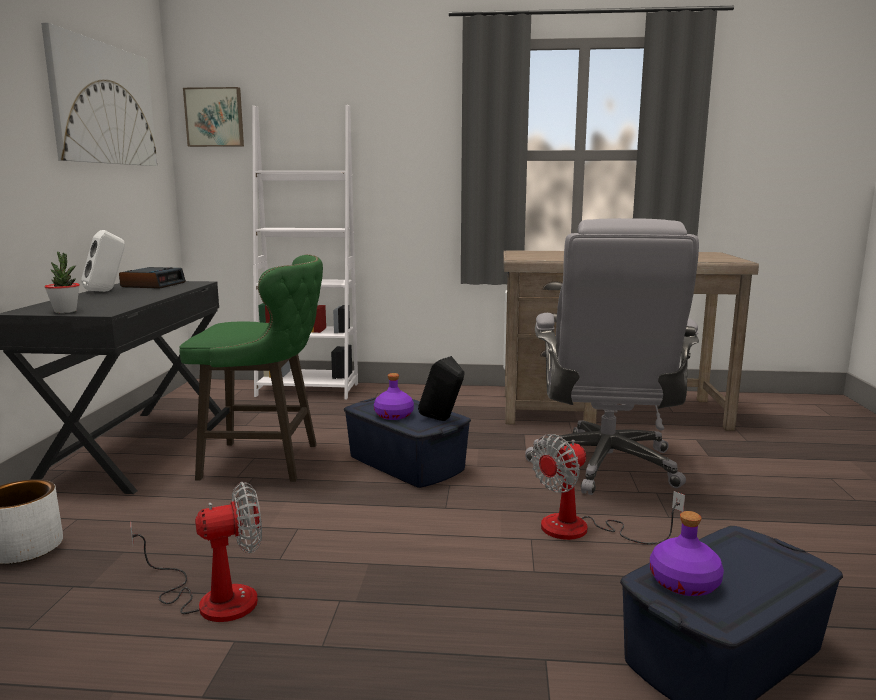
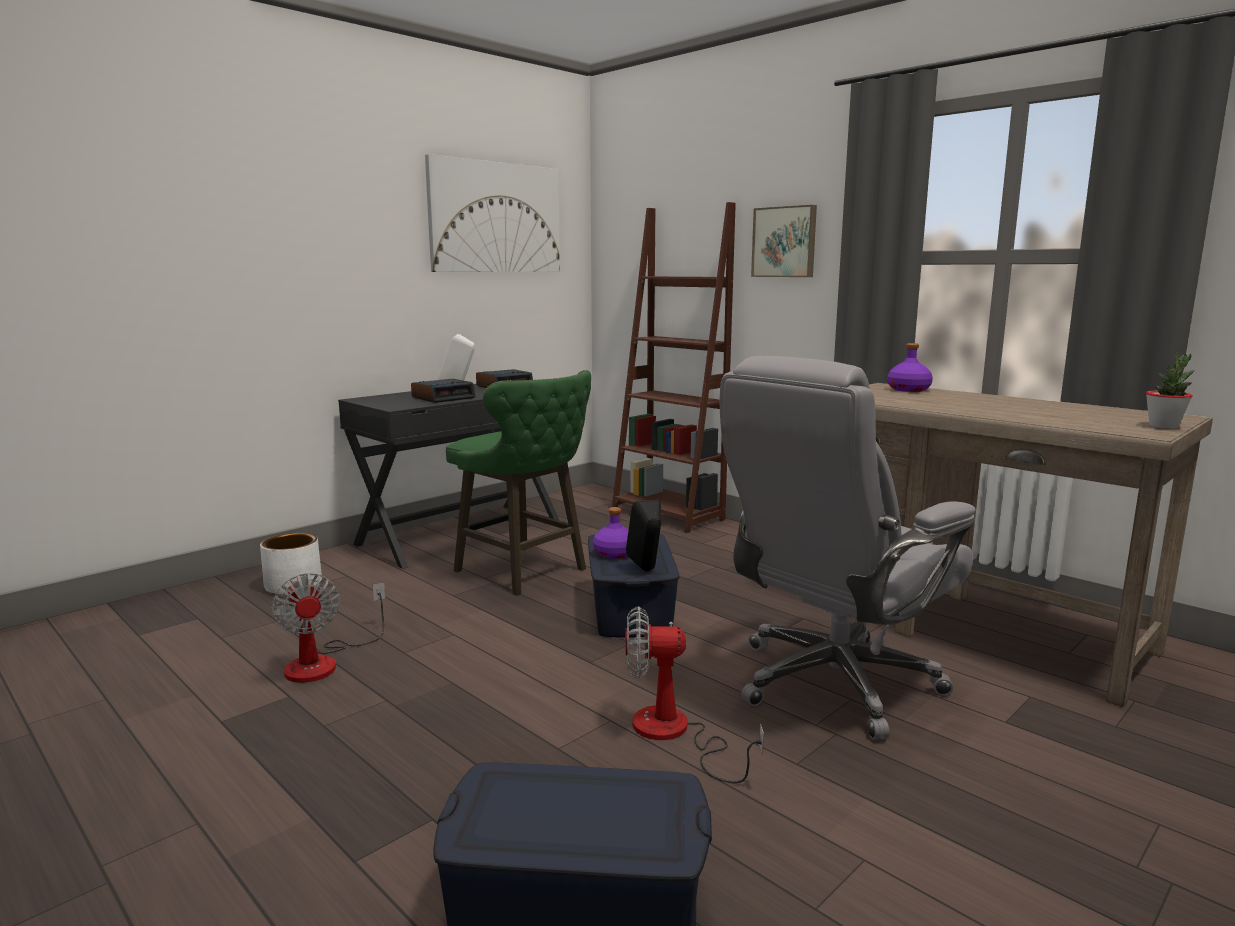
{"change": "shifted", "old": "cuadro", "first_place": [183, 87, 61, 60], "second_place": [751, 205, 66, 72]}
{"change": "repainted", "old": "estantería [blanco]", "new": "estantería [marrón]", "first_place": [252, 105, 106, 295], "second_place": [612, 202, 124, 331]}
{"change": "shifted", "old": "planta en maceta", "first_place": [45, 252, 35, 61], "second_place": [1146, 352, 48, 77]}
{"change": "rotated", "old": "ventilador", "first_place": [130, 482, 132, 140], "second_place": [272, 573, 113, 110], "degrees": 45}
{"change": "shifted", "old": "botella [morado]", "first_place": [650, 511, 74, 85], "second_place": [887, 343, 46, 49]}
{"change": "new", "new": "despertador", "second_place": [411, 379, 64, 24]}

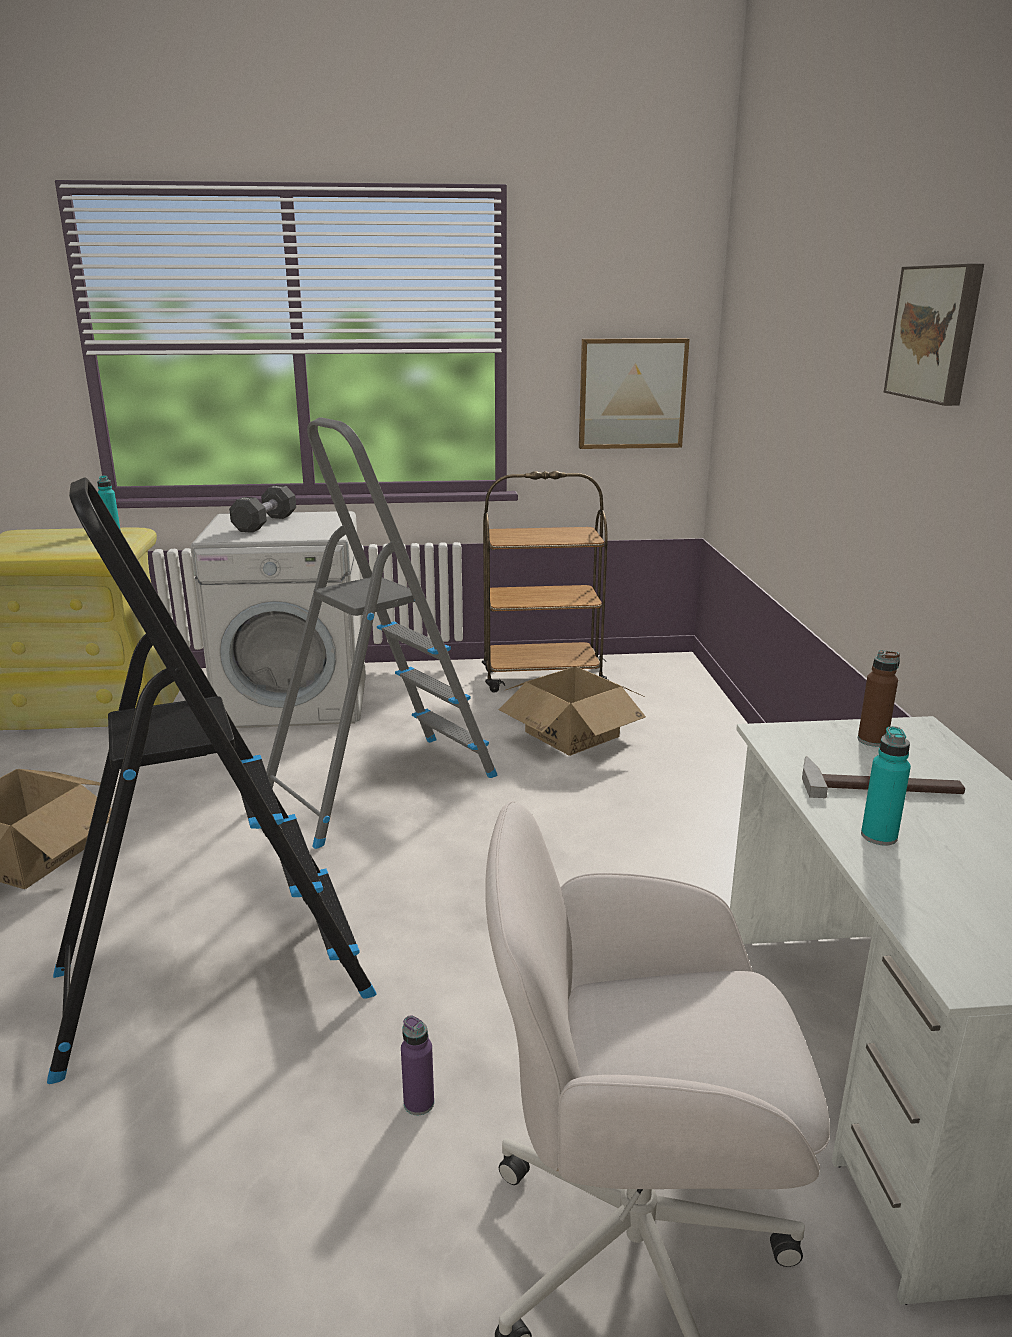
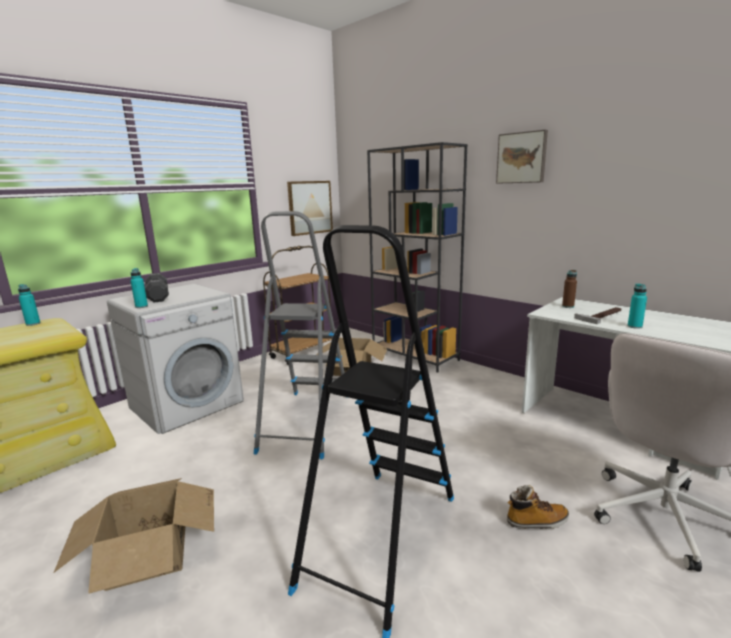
{"change": "swapped", "old": "botella [morado]", "new": "bota", "first_place": [401, 1015, 33, 100], "second_place": [507, 485, 62, 44]}
{"change": "new", "new": "estantería", "second_place": [367, 142, 100, 231]}
{"change": "new", "new": "botella [turquesa]", "second_place": [130, 268, 18, 40]}

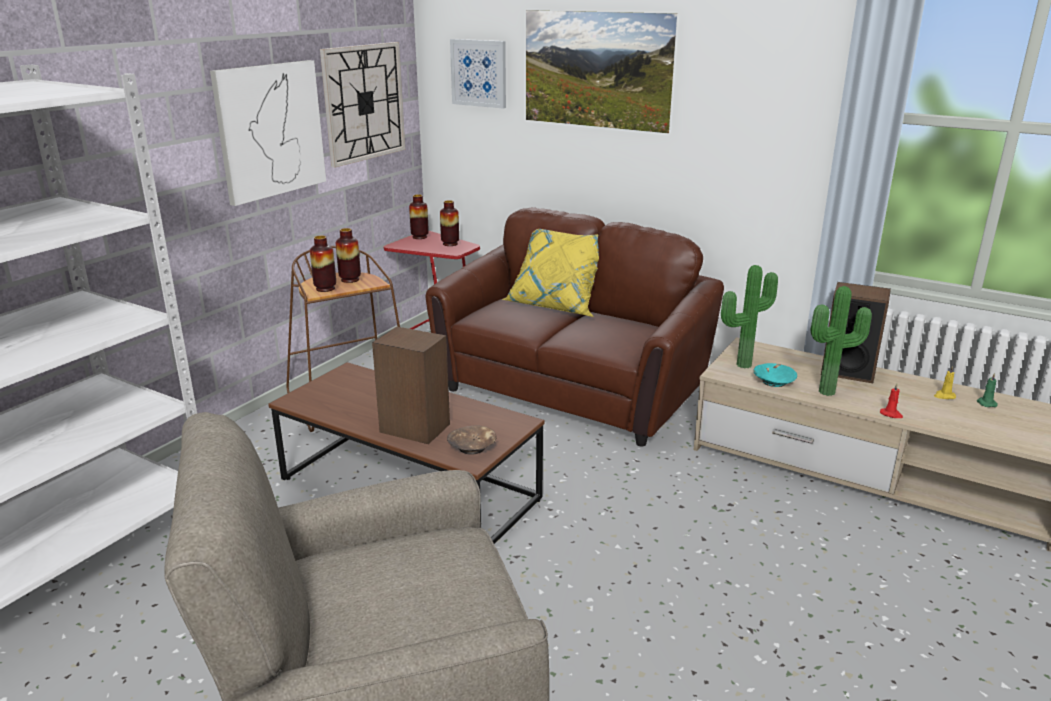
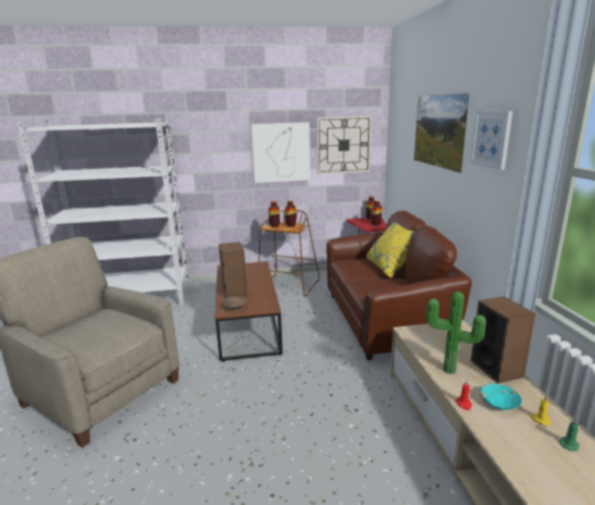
{"change": "shifted", "old": "cuadro", "first_place": [450, 39, 56, 70], "second_place": [470, 111, 43, 59]}
{"change": "gone", "old": "planta en maceta", "first_place": [721, 265, 57, 103]}
{"change": "shifted", "old": "cuenco [turquesa]", "first_place": [753, 363, 44, 24], "second_place": [480, 384, 42, 26]}

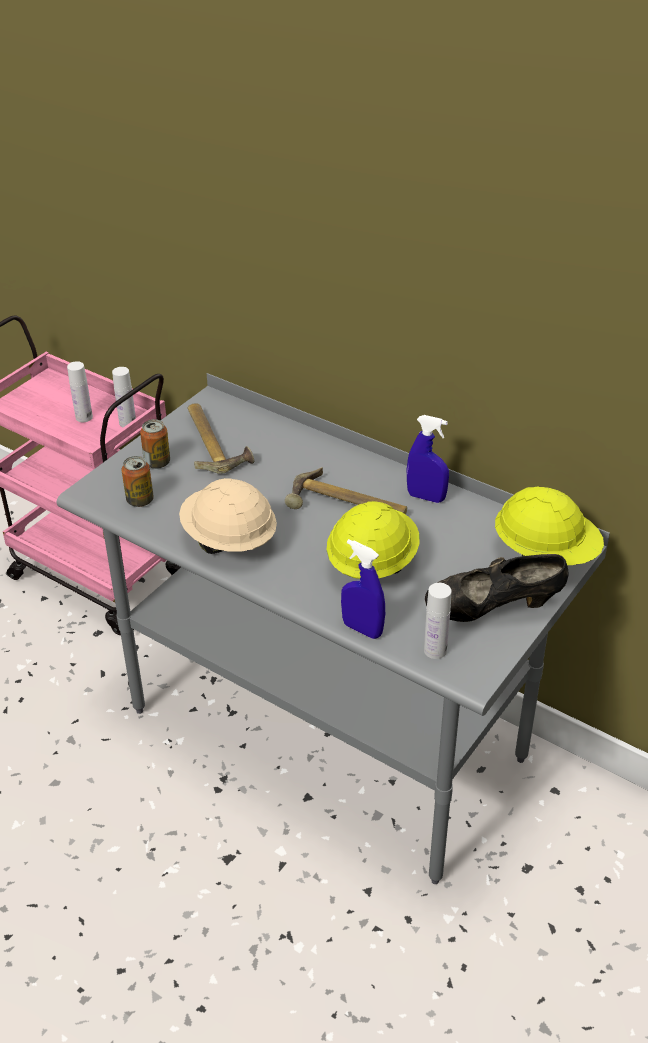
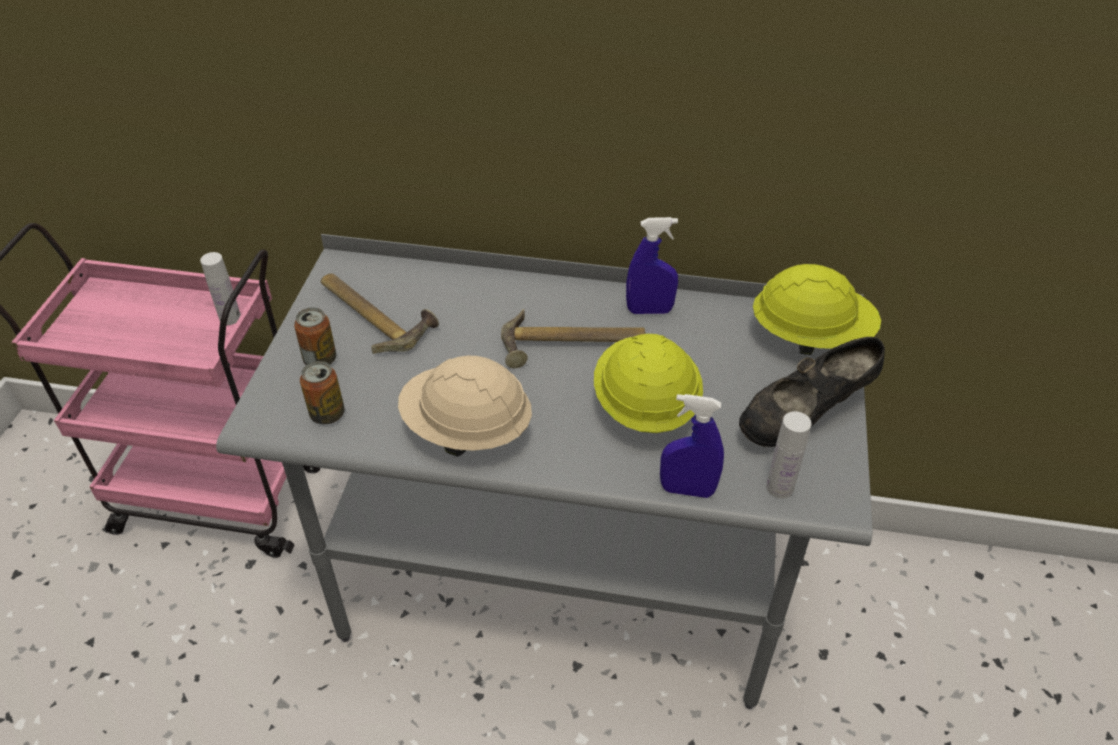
{"change": "gone", "old": "botella [blanco]", "first_place": [67, 361, 26, 61]}

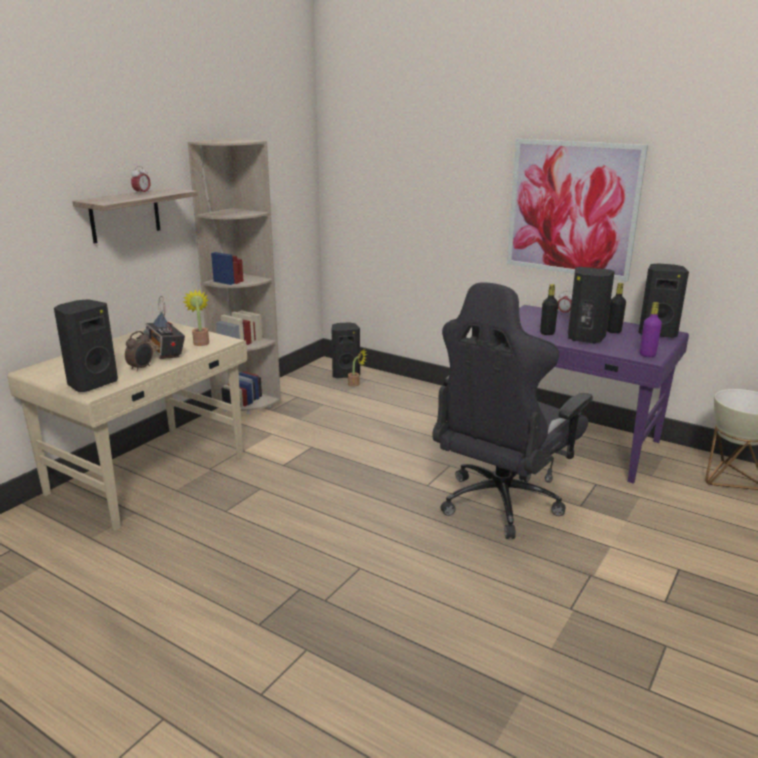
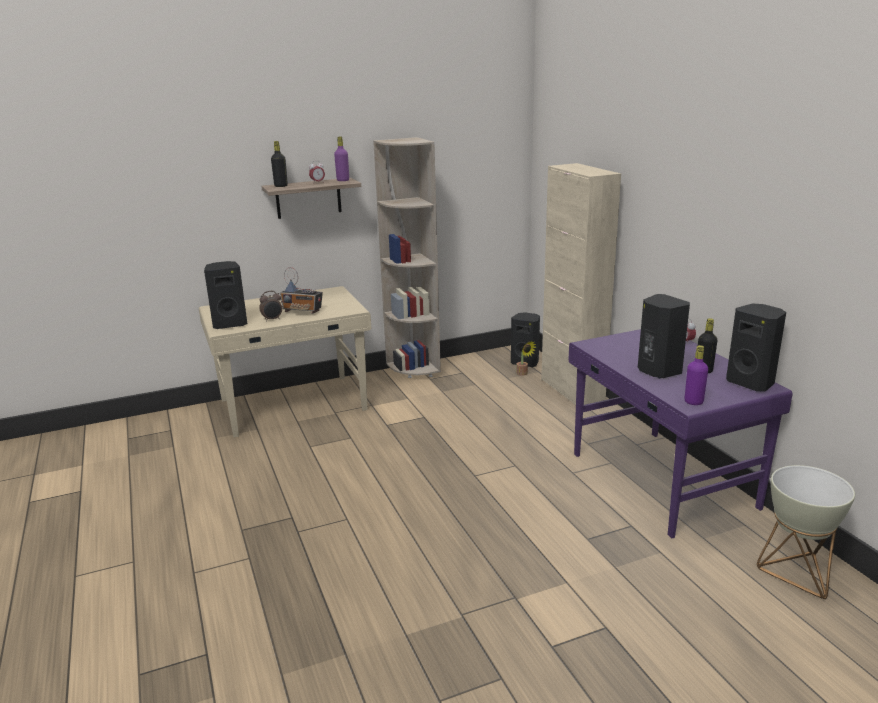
{"change": "gone", "old": "cuadro", "first_place": [507, 139, 141, 143]}
{"change": "gone", "old": "silla de oficina [negro]", "first_place": [432, 282, 161, 257]}
{"change": "shifted", "old": "botella [negro]", "first_place": [540, 284, 18, 51], "second_place": [271, 141, 17, 46]}
{"change": "gone", "old": "planta en maceta", "first_place": [183, 290, 26, 56]}
{"change": "rotated", "old": "radio", "first_place": [143, 296, 42, 63], "second_place": [280, 267, 43, 47], "degrees": -75}
{"change": "new", "new": "botella [morado]", "second_place": [334, 137, 15, 44]}
{"change": "new", "new": "armario [beis]", "second_place": [541, 163, 80, 242]}

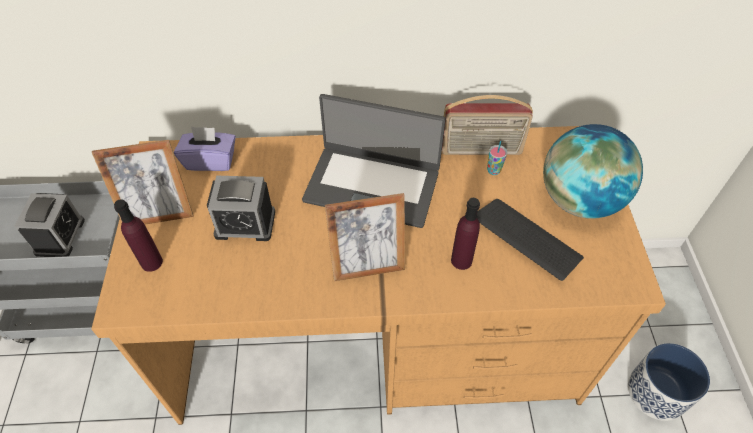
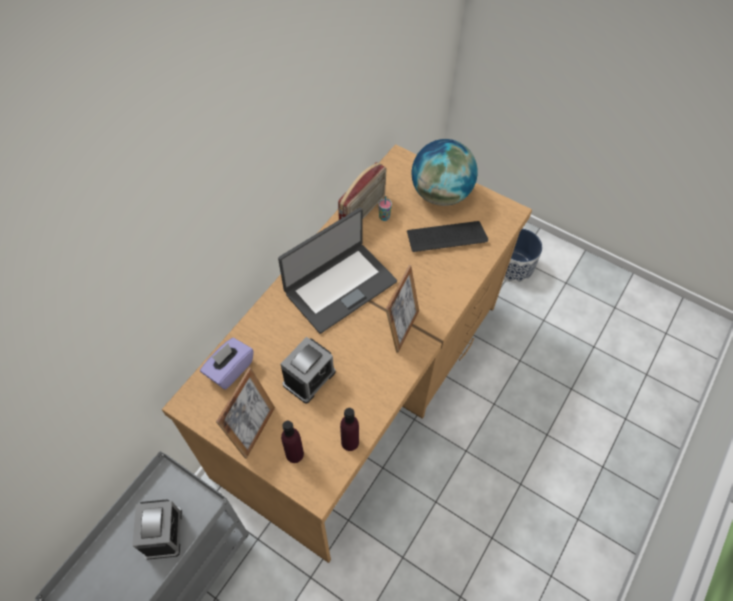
{"change": "rotated", "old": "despertador", "first_place": [14, 193, 71, 64], "second_place": [132, 499, 50, 61], "degrees": 45}
{"change": "shifted", "old": "botella [morado]", "first_place": [451, 198, 29, 72], "second_place": [340, 408, 19, 43]}

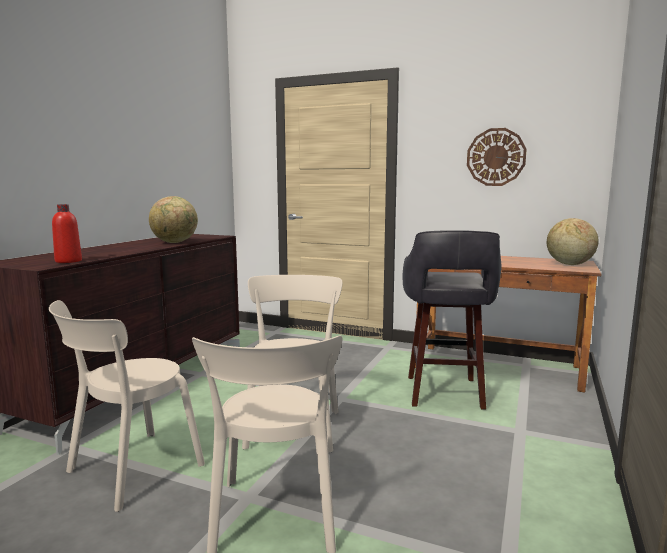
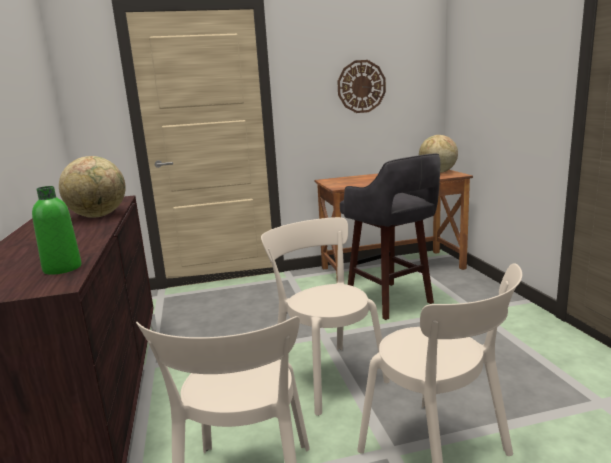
{"change": "repainted", "old": "botella [rojo]", "new": "botella [verde]", "first_place": [52, 204, 30, 59], "second_place": [32, 186, 50, 89]}

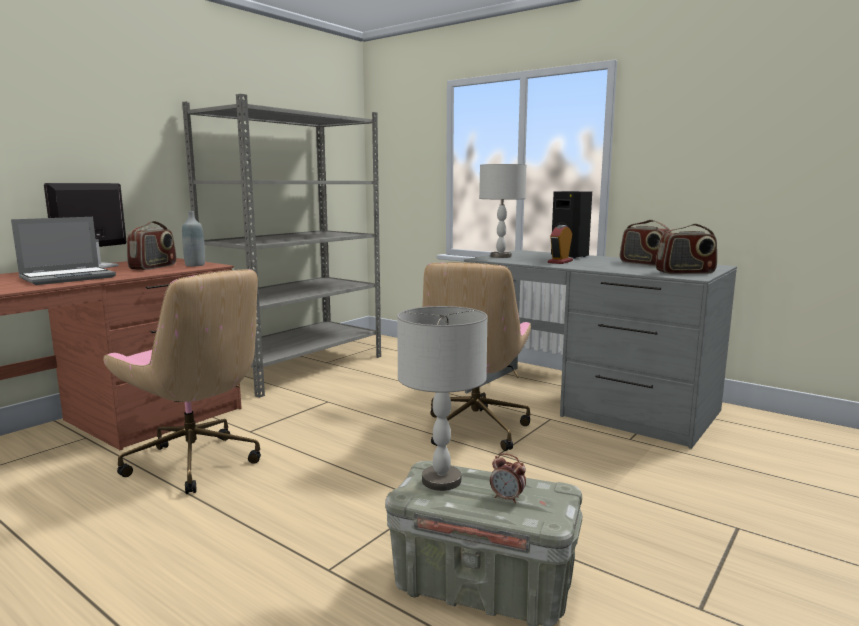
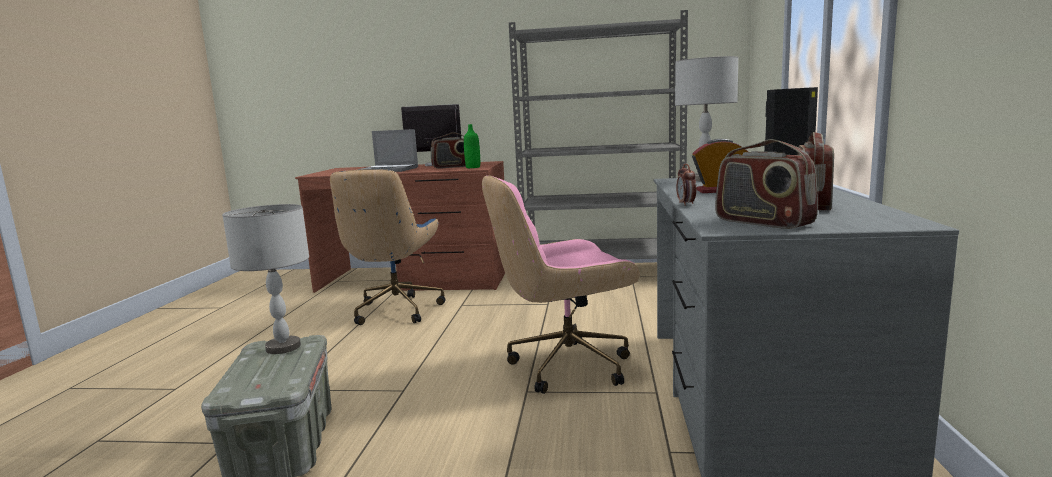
{"change": "repainted", "old": "botella [gris]", "new": "botella [verde]", "first_place": [182, 211, 23, 55], "second_place": [464, 124, 16, 44]}
{"change": "repainted", "old": "silla de oficina [rosa]", "new": "silla de oficina [azul]", "first_place": [103, 269, 158, 225], "second_place": [330, 169, 116, 156]}
{"change": "shifted", "old": "despertador", "first_place": [490, 453, 36, 50], "second_place": [676, 163, 20, 43]}

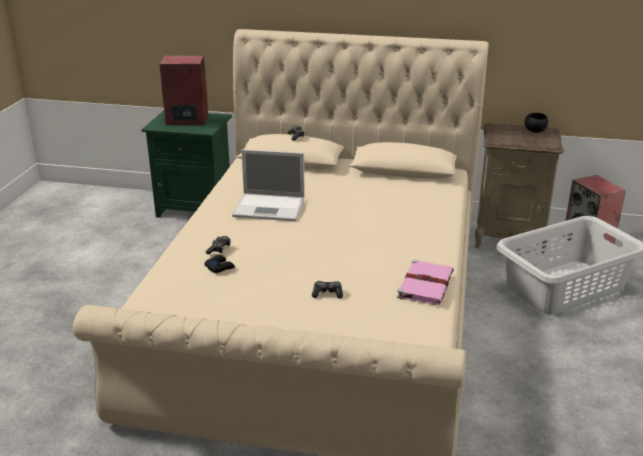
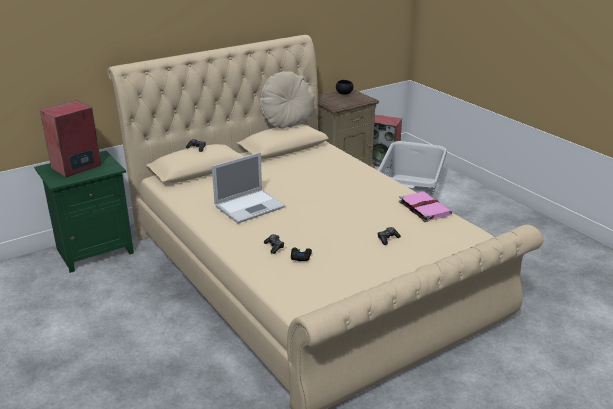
{"change": "new", "new": "cojín [beis]", "second_place": [260, 71, 55, 58]}

